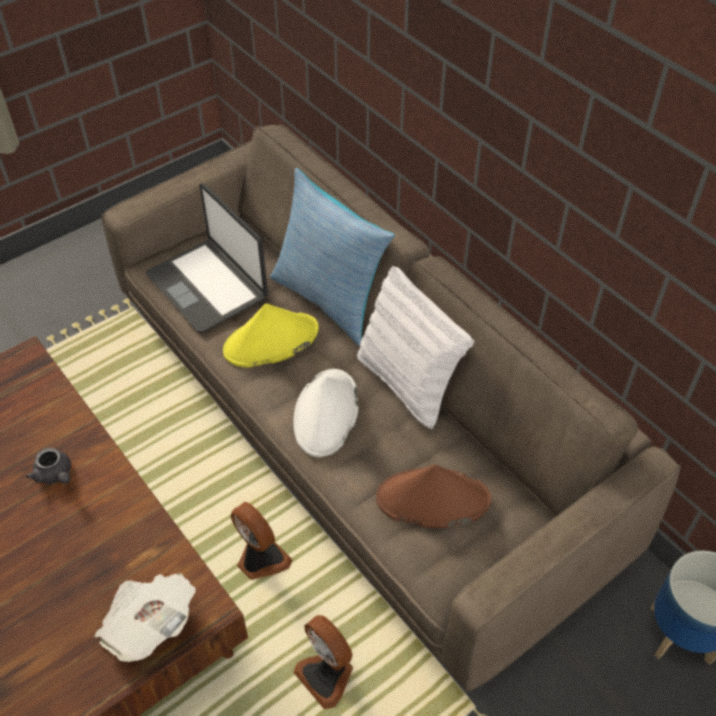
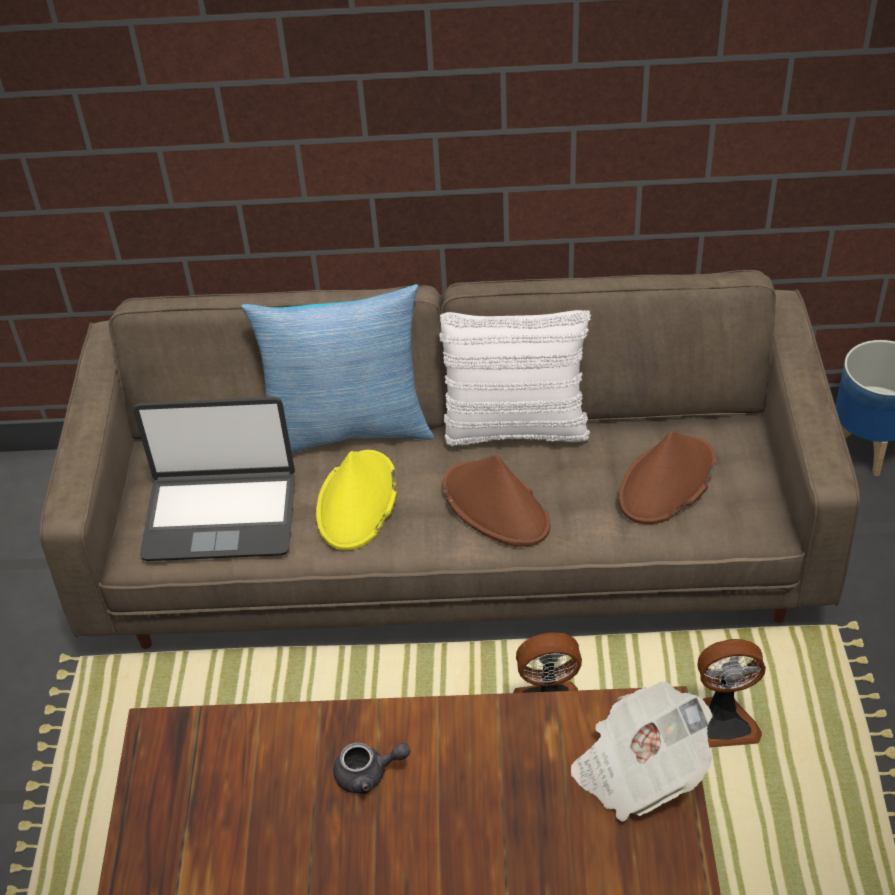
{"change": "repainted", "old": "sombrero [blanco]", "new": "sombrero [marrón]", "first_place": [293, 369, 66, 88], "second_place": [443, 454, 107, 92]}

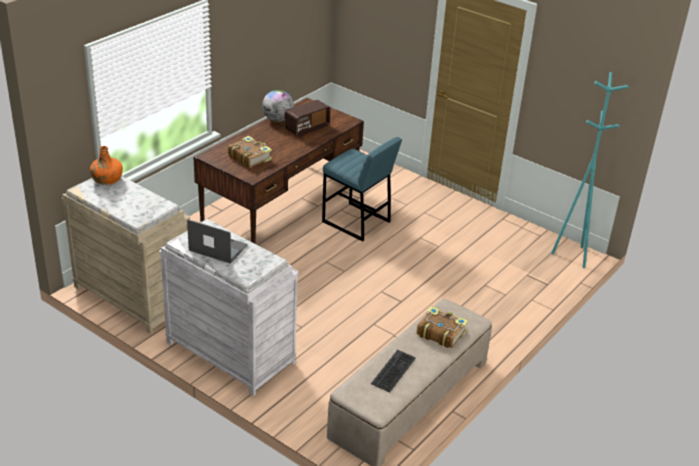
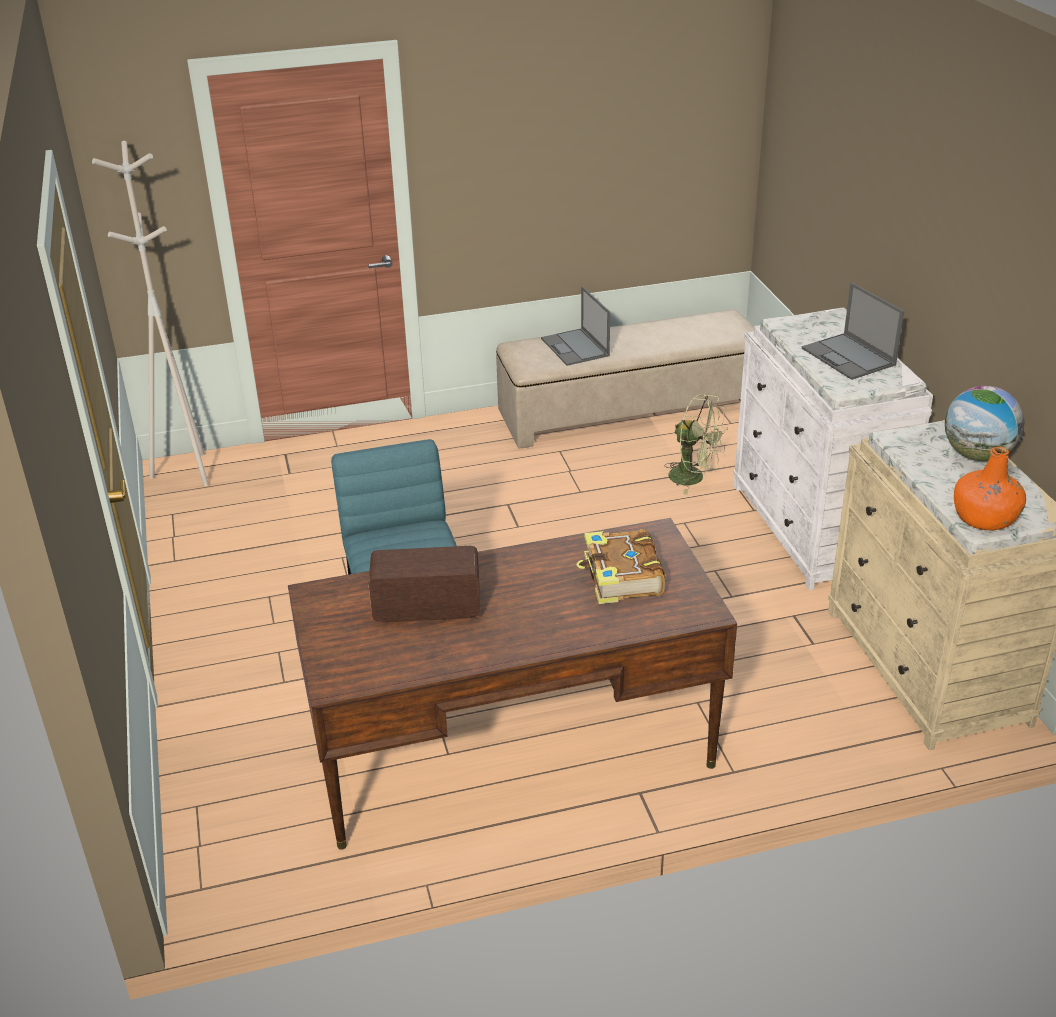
{"change": "repainted", "old": "perchero [turquesa]", "new": "perchero [gris]", "first_place": [551, 72, 78, 196], "second_place": [92, 141, 117, 345]}
{"change": "shifted", "old": "globo terráqueo", "first_place": [262, 90, 32, 32], "second_place": [945, 386, 79, 75]}
{"change": "swapped", "old": "libro", "new": "portátil", "first_place": [417, 306, 51, 42], "second_place": [541, 286, 69, 80]}
{"change": "gone", "old": "teclado", "first_place": [371, 350, 45, 42]}
{"change": "new", "new": "ventilador [verde]", "second_place": [664, 394, 64, 100]}

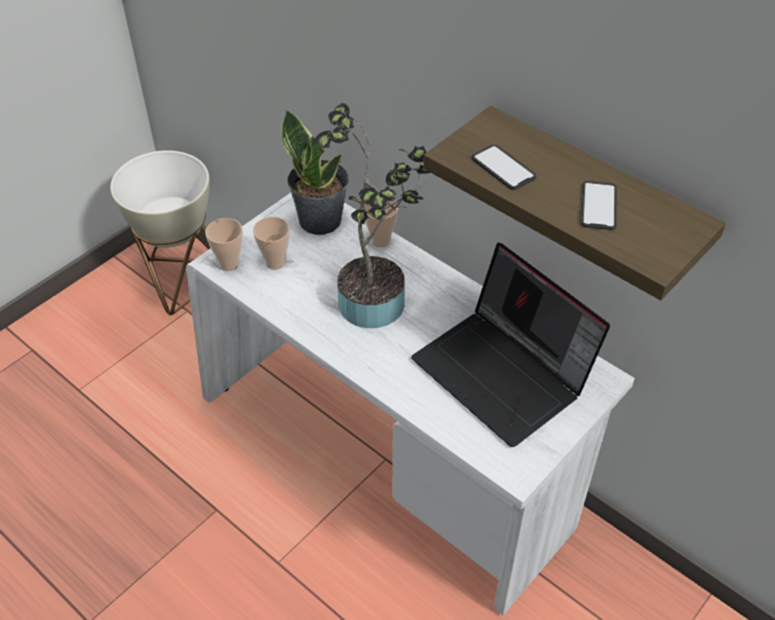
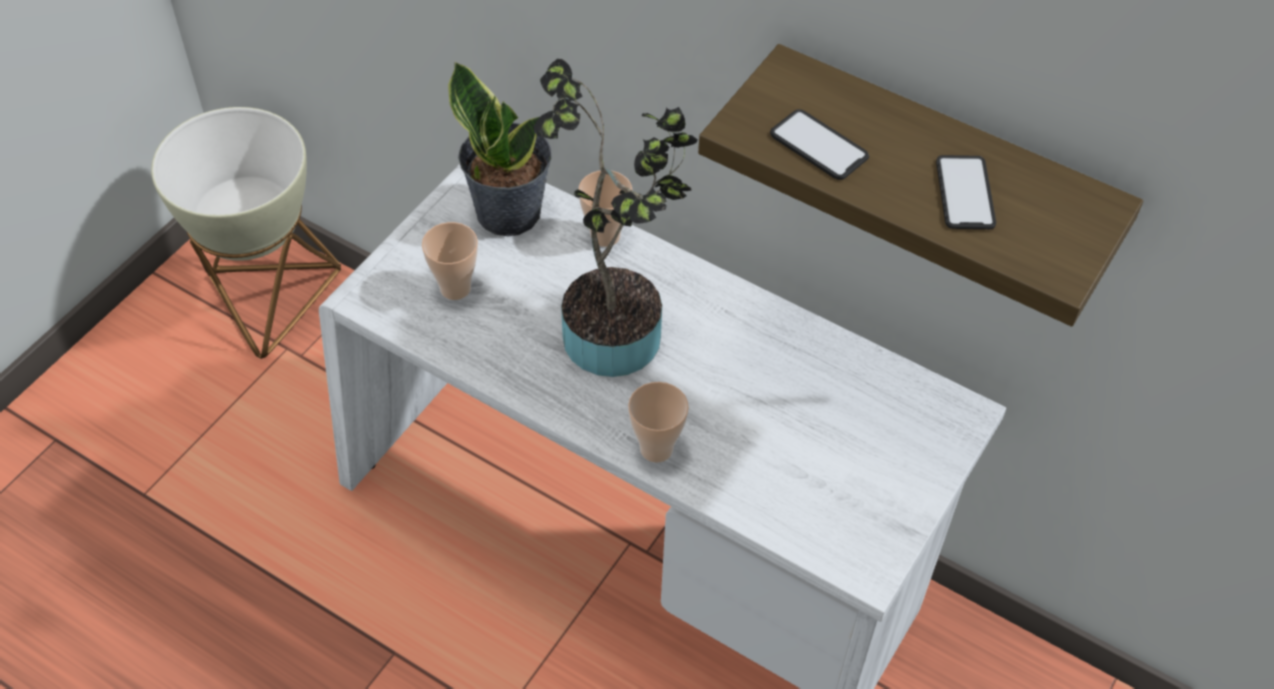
{"change": "shifted", "old": "taza", "first_place": [205, 218, 38, 53], "second_place": [628, 382, 61, 81]}
{"change": "gone", "old": "portátil", "first_place": [411, 243, 199, 204]}

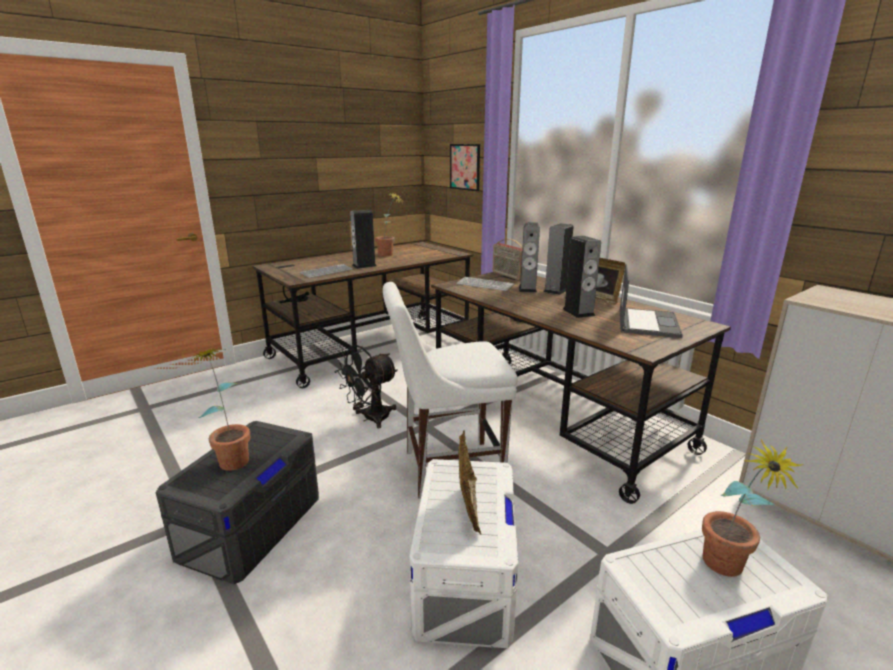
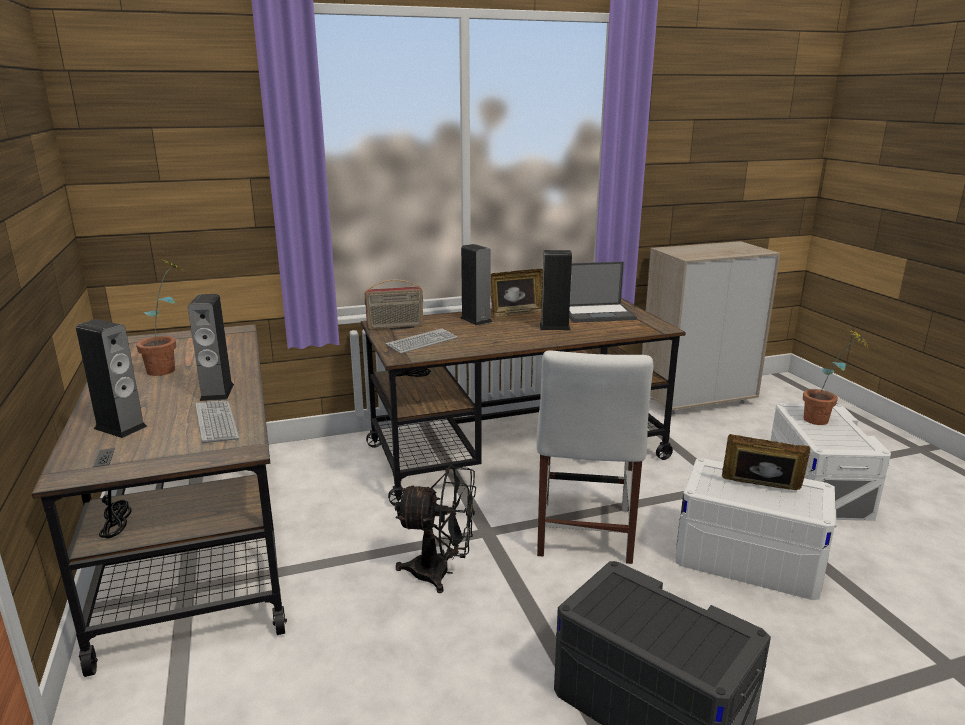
{"change": "gone", "old": "cuadro", "first_place": [450, 144, 30, 47]}
{"change": "shifted", "old": "altavoz", "first_place": [519, 222, 21, 71], "second_place": [76, 319, 72, 119]}
{"change": "rotated", "old": "portátil", "first_place": [620, 264, 63, 74], "second_place": [569, 262, 68, 61], "degrees": 135}
{"change": "rotated", "old": "ventilador [negro]", "first_place": [335, 345, 63, 83], "second_place": [395, 465, 81, 128], "degrees": -60}
{"change": "gone", "old": "planta en maceta", "first_place": [187, 348, 63, 123]}

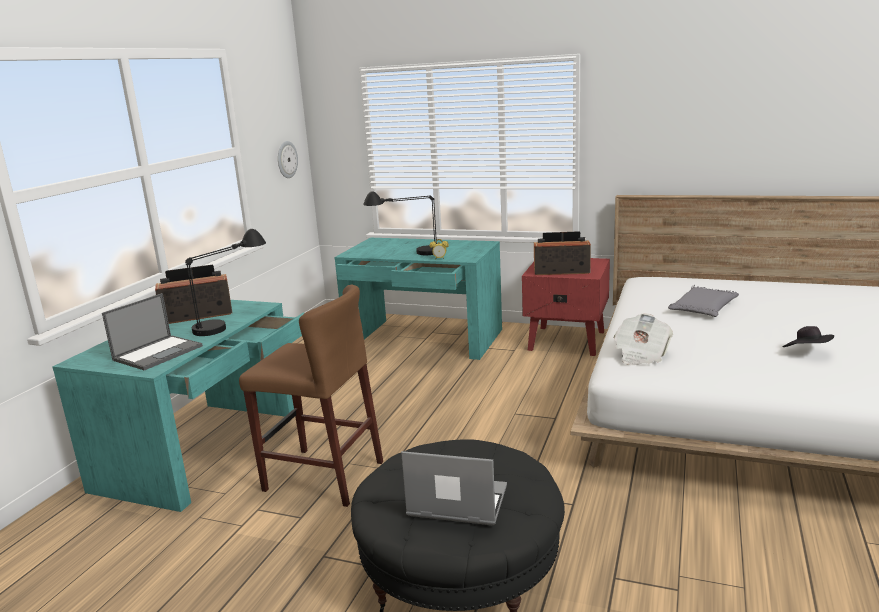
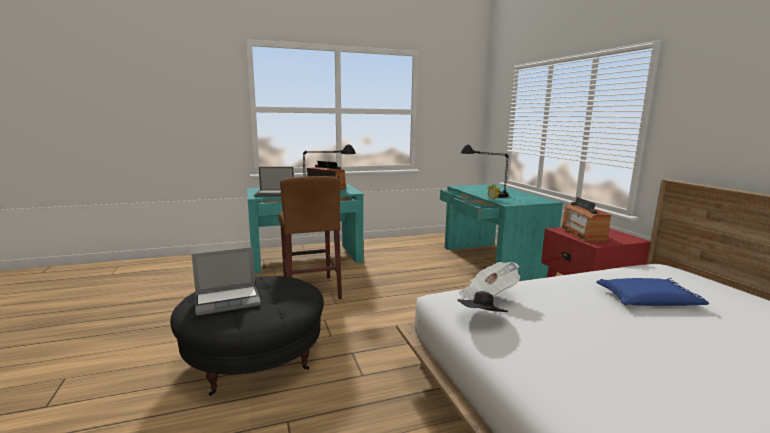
{"change": "gone", "old": "reloj de pared", "first_place": [278, 141, 20, 37]}
{"change": "rotated", "old": "radio", "first_place": [534, 231, 57, 44], "second_place": [561, 197, 50, 45], "degrees": -150}
{"change": "repainted", "old": "cojín [gris]", "new": "cojín [azul]", "first_place": [668, 285, 71, 32], "second_place": [596, 278, 113, 28]}
{"change": "shifted", "old": "sombrero [negro]", "first_place": [783, 326, 51, 21], "second_place": [457, 291, 51, 21]}
{"change": "rotated", "old": "portátil", "first_place": [401, 451, 106, 74], "second_place": [192, 247, 69, 69], "degrees": 90}

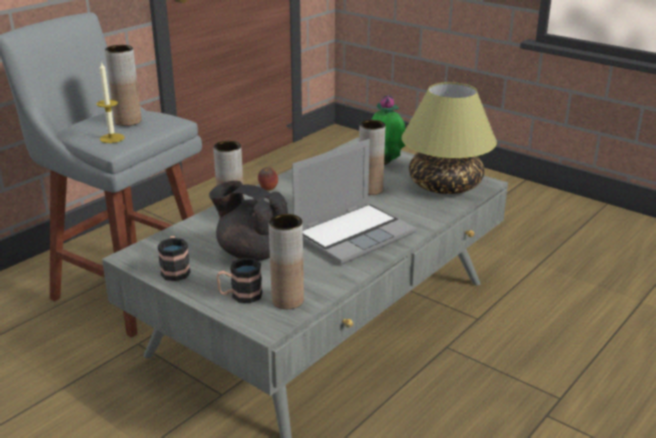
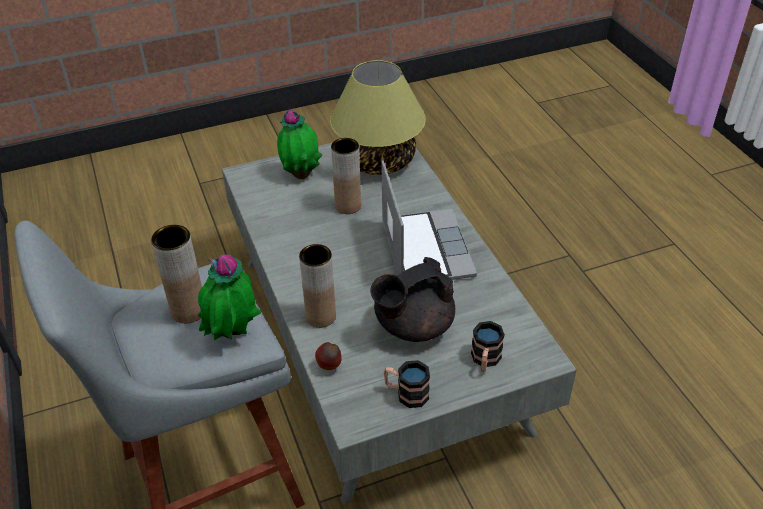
{"change": "swapped", "old": "vela", "new": "planta en maceta", "first_place": [96, 61, 29, 82], "second_place": [198, 254, 64, 86]}
{"change": "shifted", "old": "manzana", "first_place": [258, 167, 20, 24], "second_place": [315, 342, 27, 28]}
{"change": "gone", "old": "florero [marrón]", "first_place": [269, 214, 35, 95]}

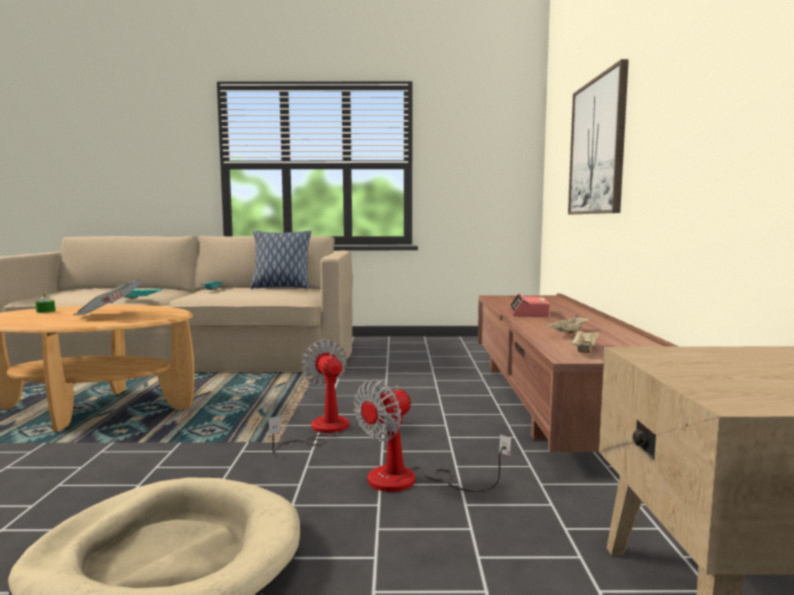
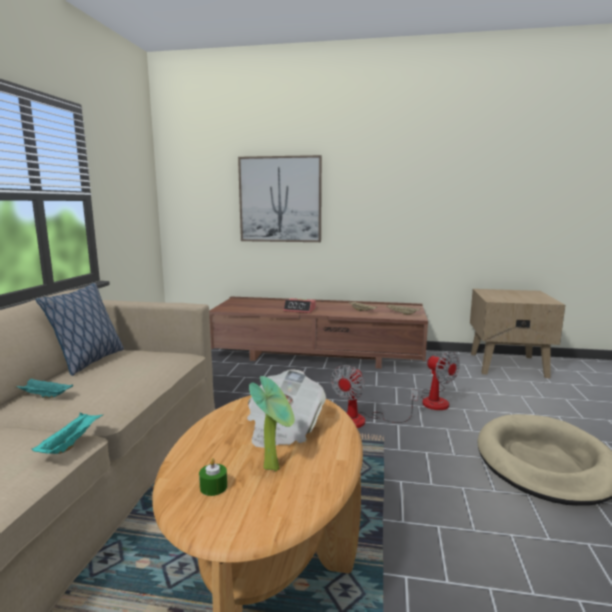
{"change": "rotated", "old": "ventilador", "first_place": [268, 339, 81, 114], "second_place": [331, 365, 87, 63], "degrees": -45}
{"change": "new", "new": "planta en maceta", "second_place": [249, 376, 46, 95]}

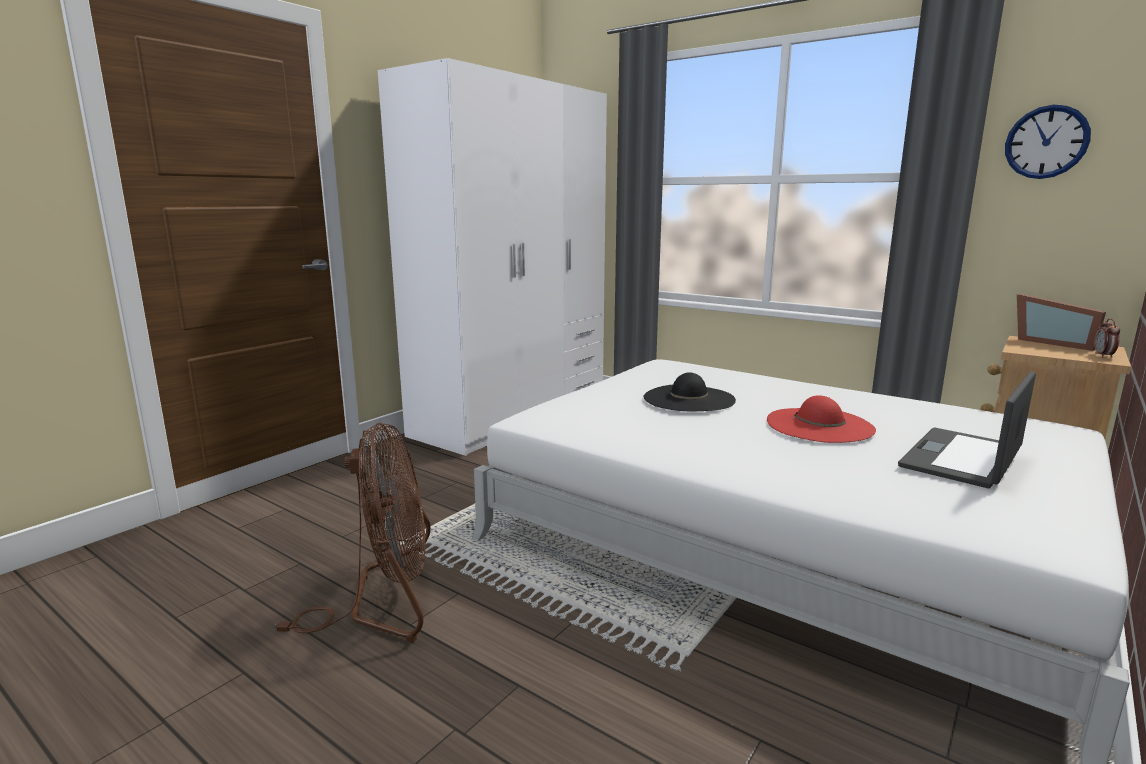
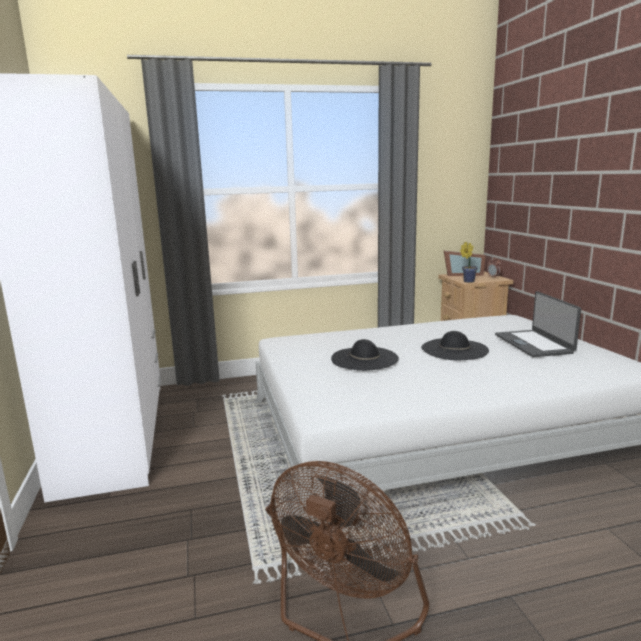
{"change": "gone", "old": "reloj de pared", "first_place": [1005, 105, 86, 74]}
{"change": "repainted", "old": "sombrero [rojo]", "new": "sombrero [negro]", "first_place": [767, 395, 109, 48], "second_place": [421, 331, 68, 29]}
{"change": "new", "new": "planta en maceta", "second_place": [460, 241, 18, 42]}

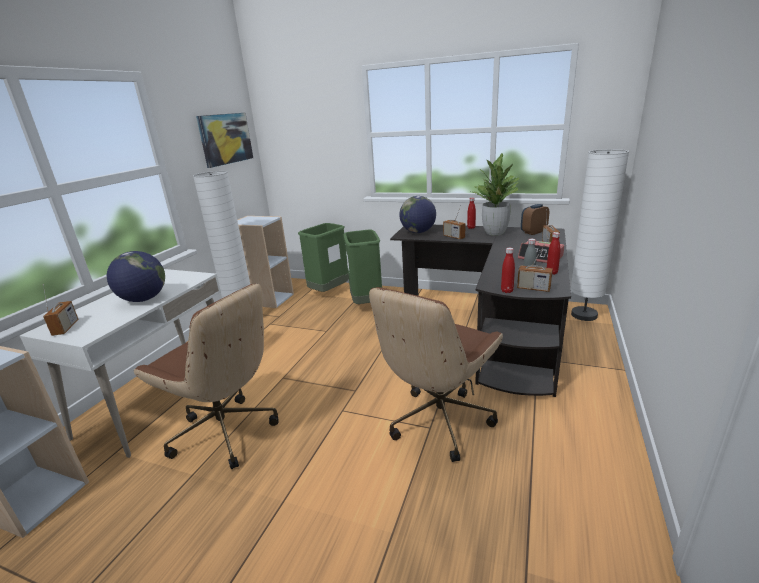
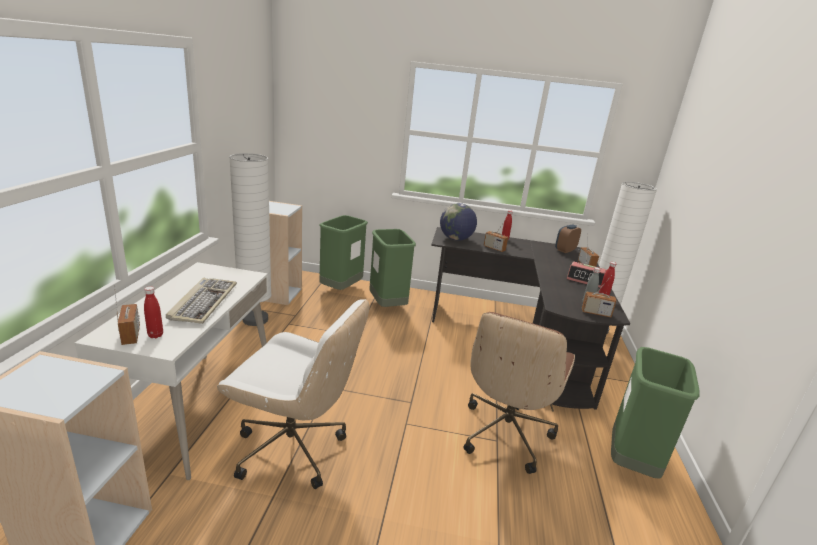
{"change": "gone", "old": "cuadro", "first_place": [196, 113, 57, 55]}
{"change": "gone", "old": "planta en maceta", "first_place": [471, 153, 48, 83]}
{"change": "shifted", "old": "botella [rojo]", "first_place": [501, 248, 14, 45], "second_place": [144, 286, 19, 52]}
{"change": "swapped", "old": "globo terráqueo", "new": "teclado", "first_place": [107, 251, 58, 51], "second_place": [166, 278, 71, 46]}
{"change": "repainted", "old": "silla de oficina [marrón]", "new": "silla de oficina [blanco]", "first_place": [133, 283, 146, 186], "second_place": [217, 299, 152, 190]}
{"change": "new", "new": "papelera [verde]", "second_place": [611, 347, 88, 132]}

